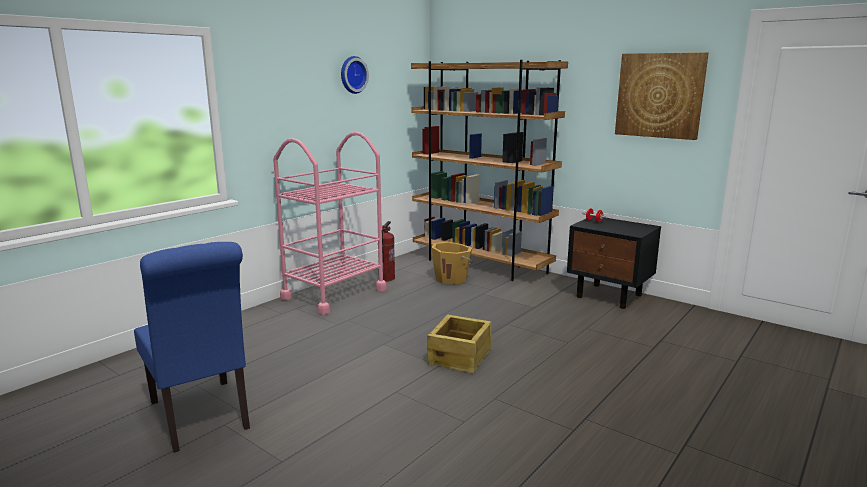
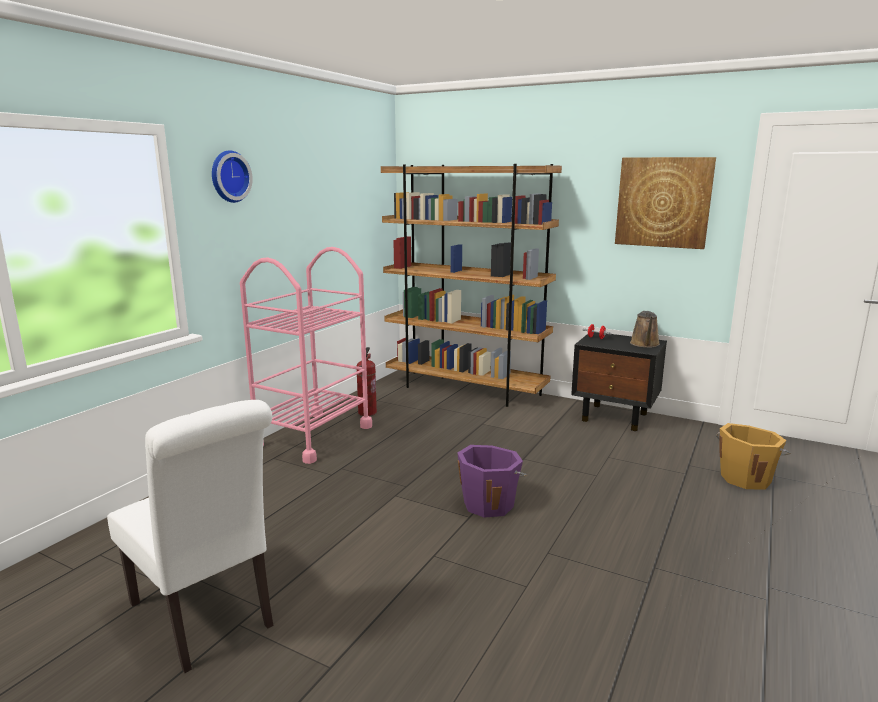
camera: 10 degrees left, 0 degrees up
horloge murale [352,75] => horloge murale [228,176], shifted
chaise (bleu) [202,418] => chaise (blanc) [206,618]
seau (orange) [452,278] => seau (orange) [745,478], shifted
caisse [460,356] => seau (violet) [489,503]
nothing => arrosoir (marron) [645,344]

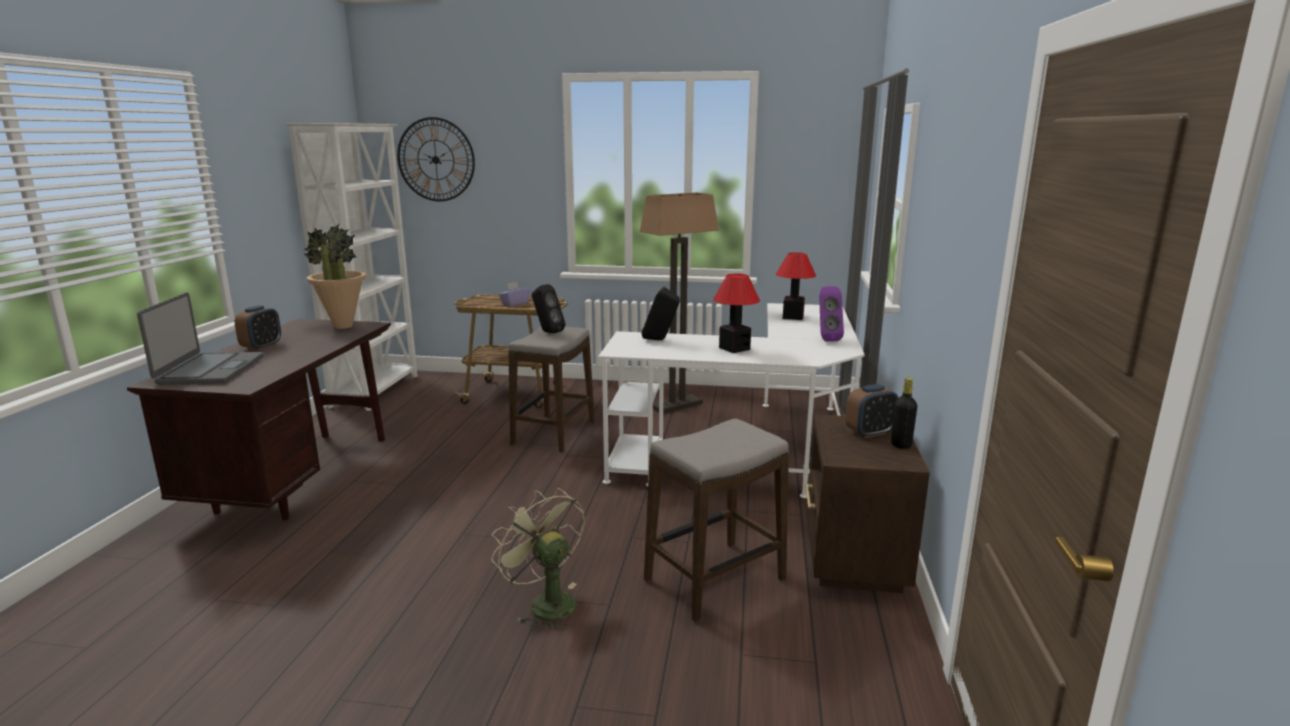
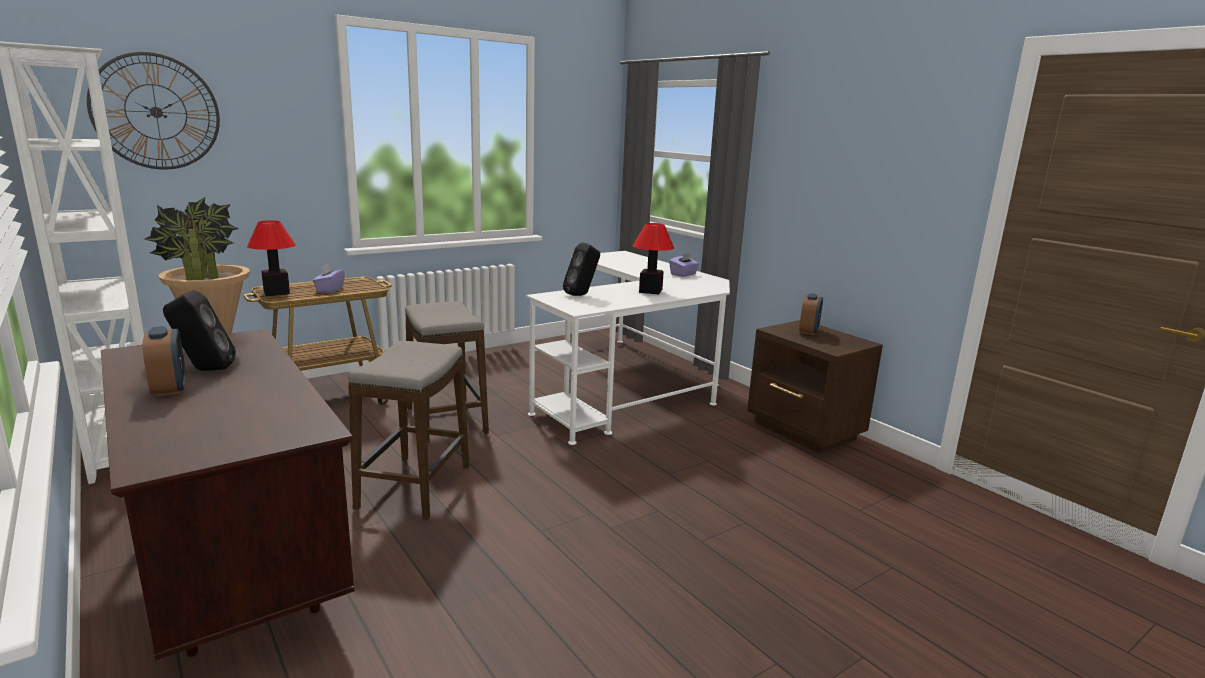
camera: 45 degrees left, 0 degrees up
lampadaire [676,406] => nothing
lampe de table [793,317] => lampe de table [277,292], shifted
enceinte (noir) [547,332] => enceinte (noir) [204,370], shifted
enceinte (violet) [826,339] => boîte à mouchoirs (violet) [683,274]
ordinateur portable [210,370] => nothing
bouteille (noir) [901,445] => nothing
tabouret [715,580] => tabouret [415,487], shifted
ventilateur (vert) [545,603] => nothing

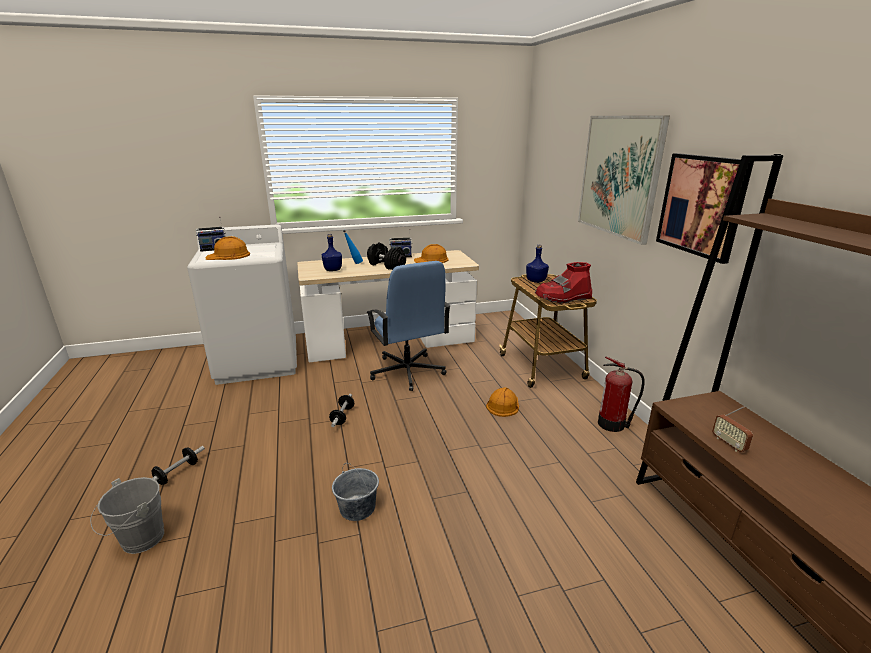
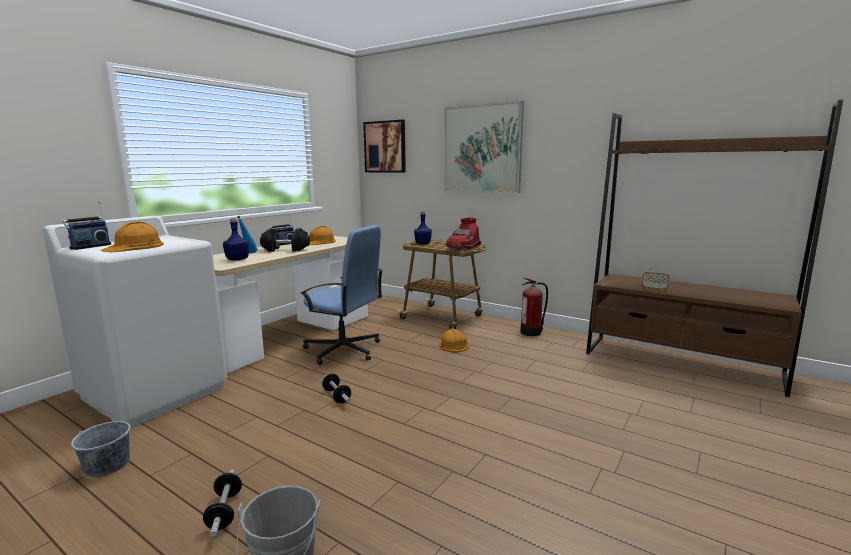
camera: 40 degrees left, 10 degrees down
tableau [701,205] => tableau [385,147], shifted
seau (gris) [357,508] => seau (gris) [107,465], shifted

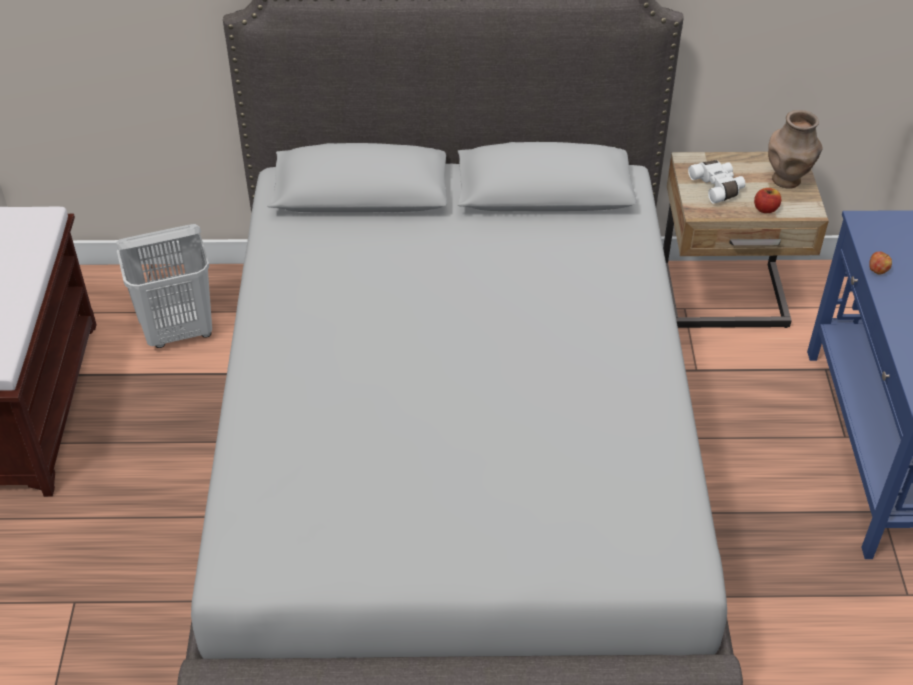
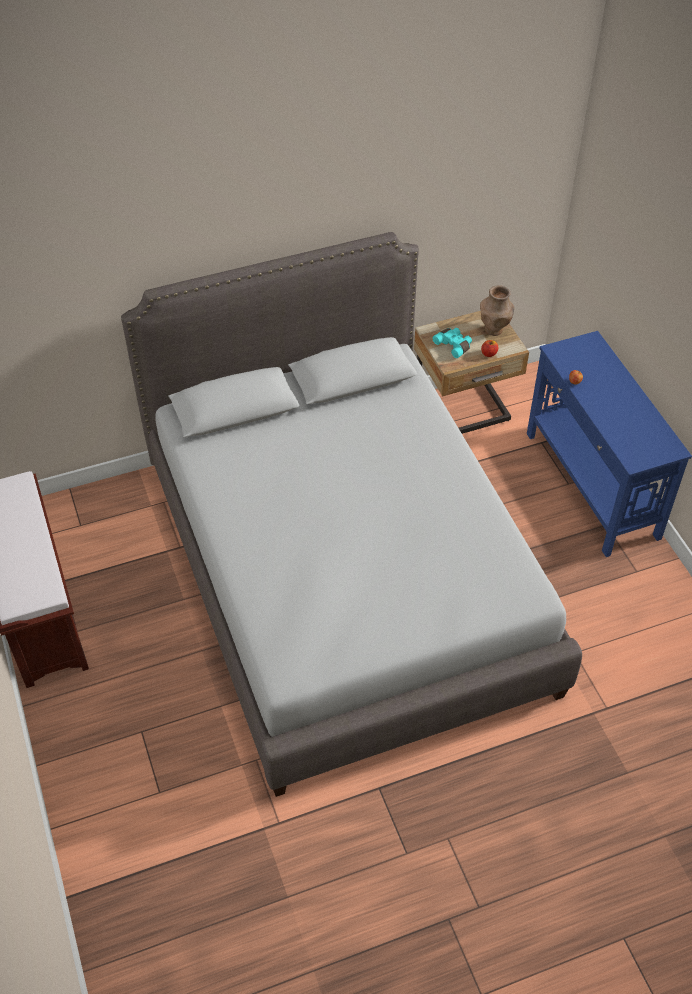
camera: 20 degrees left, 5 degrees up
jumelles (blanc) [718,187] => jumelles (turquoise) [454,345]
panier à linge (blanc) [179,331] => nothing

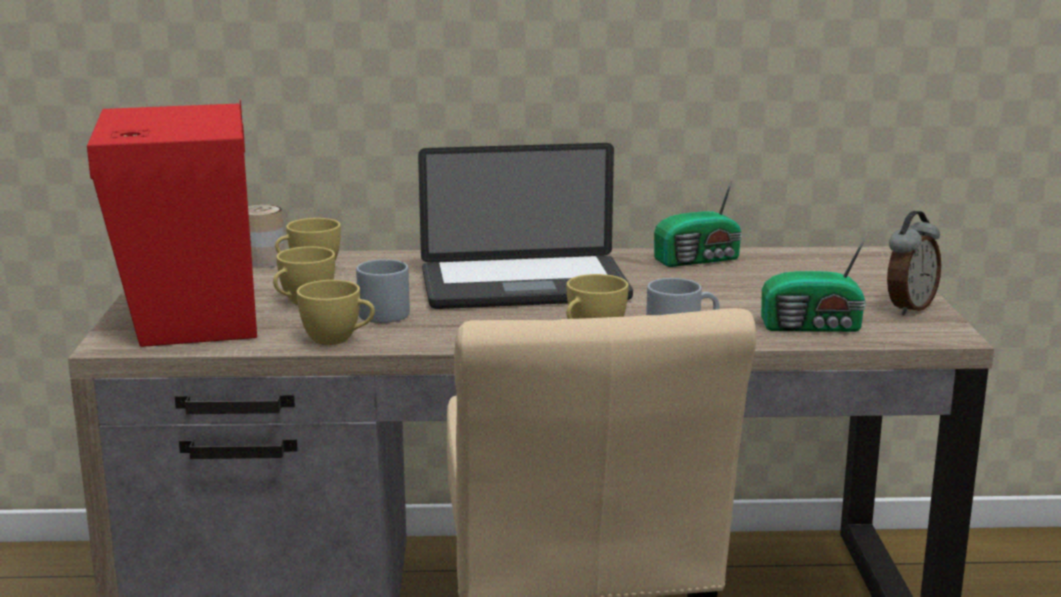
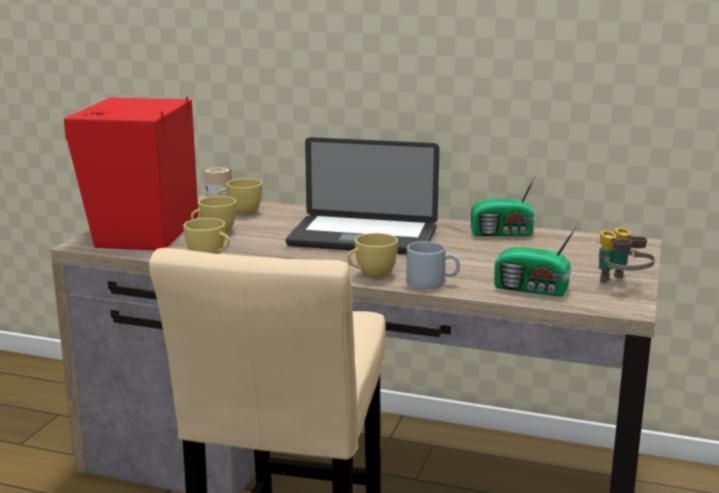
camera: 20 degrees right, 0 degrees up
réveil [908,308] => jumelles [621,285]
mug (gris) [384,311] => nothing

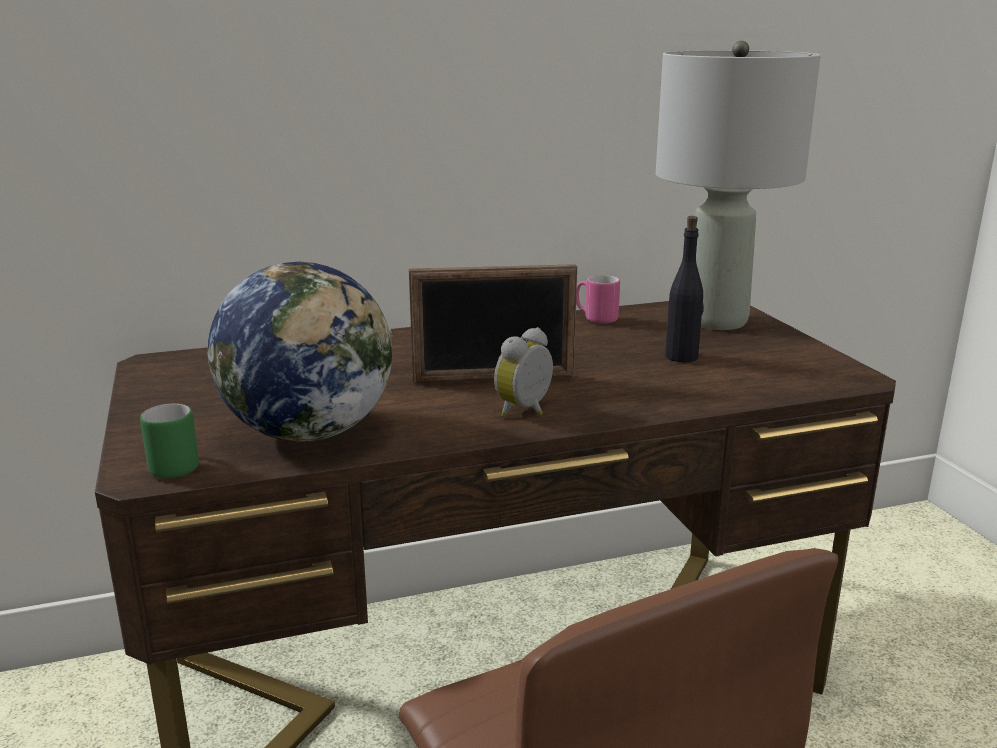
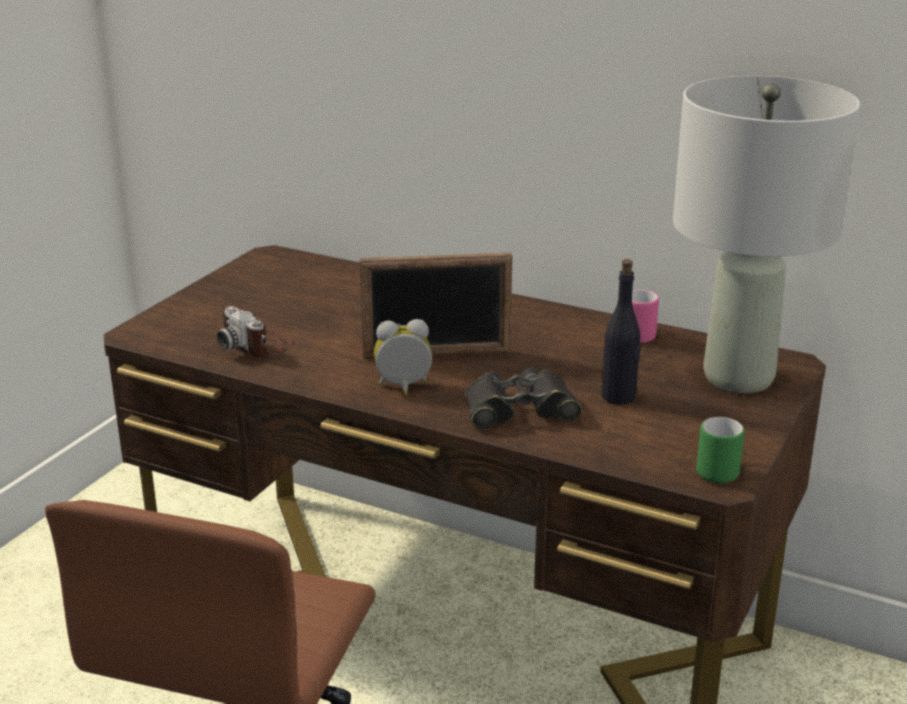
camera: 45 degrees right, 5 degrees up
globe [310,432] => appareil photo [256,344]
cadre photo [493,379] => cadre photo [436,355], 45 degrees counterclockwise
mug (vert) [174,465] => mug (vert) [720,470], shifted
nothing => jumelles (noir) [519,410]

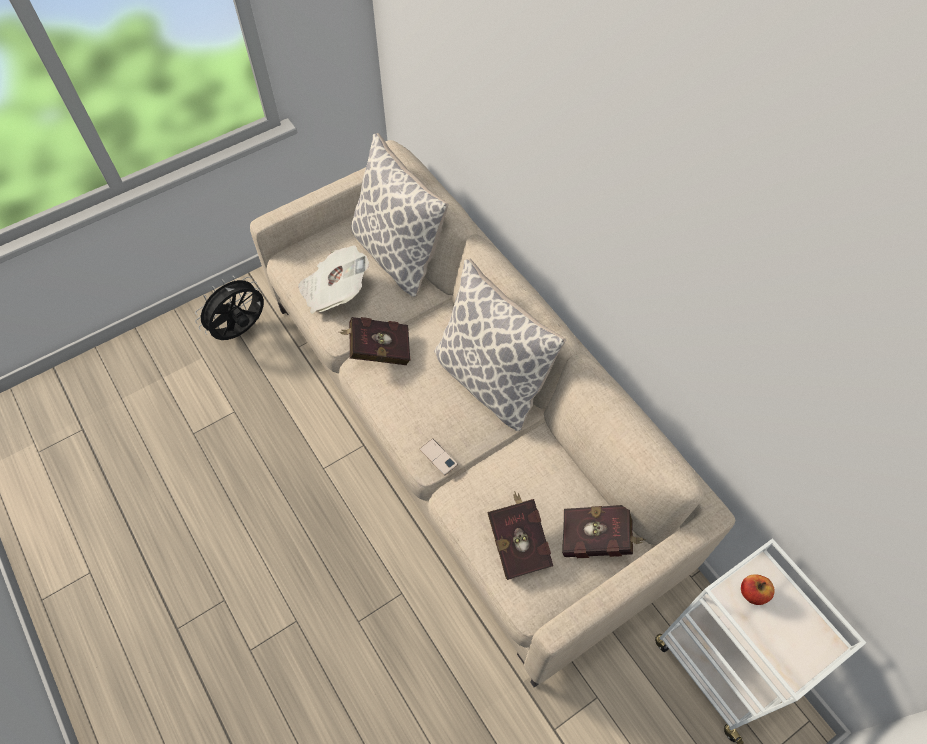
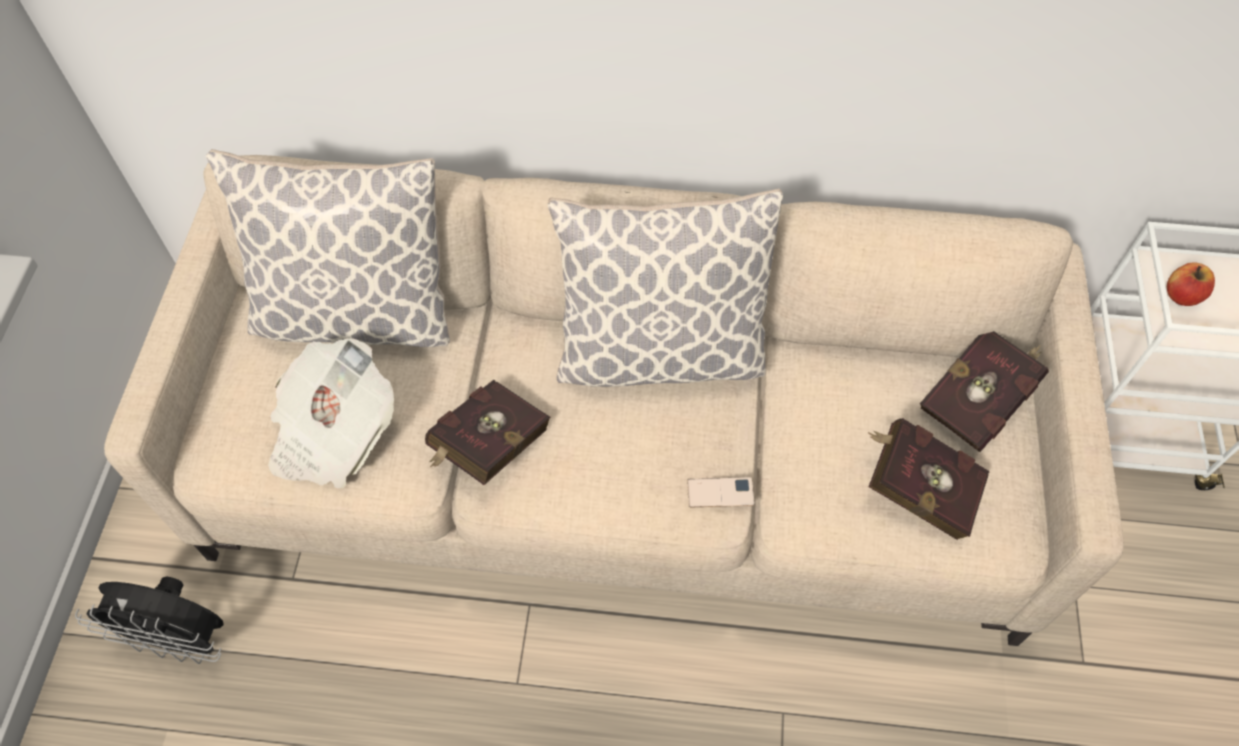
camera: 50 degrees left, 0 degrees up
ventilateur (noir) [241,331] => ventilateur (noir) [182,639], 75 degrees counterclockwise

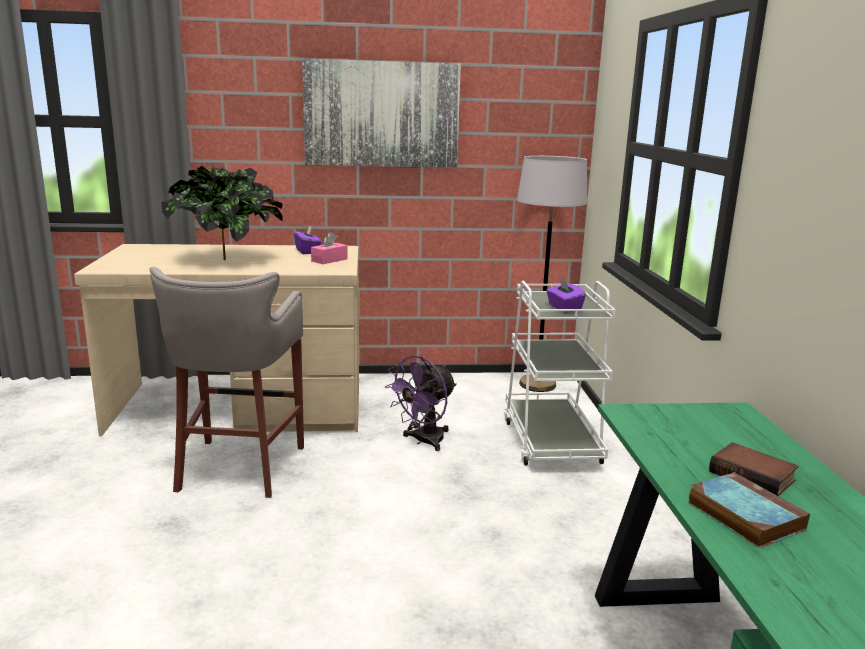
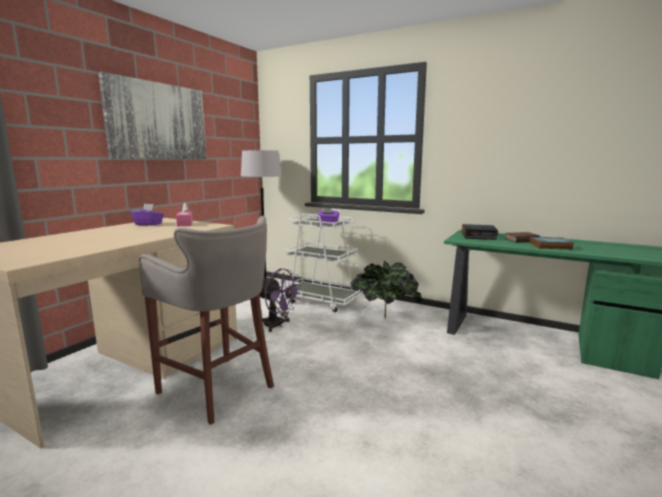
camera: 55 degrees left, 5 degrees down
plante en pot [228,259] => plante en pot [384,317], shifted
ventilateur (violet) [423,441] => ventilateur (violet) [277,325], 45 degrees counterclockwise
nothing => réveil [478,236]

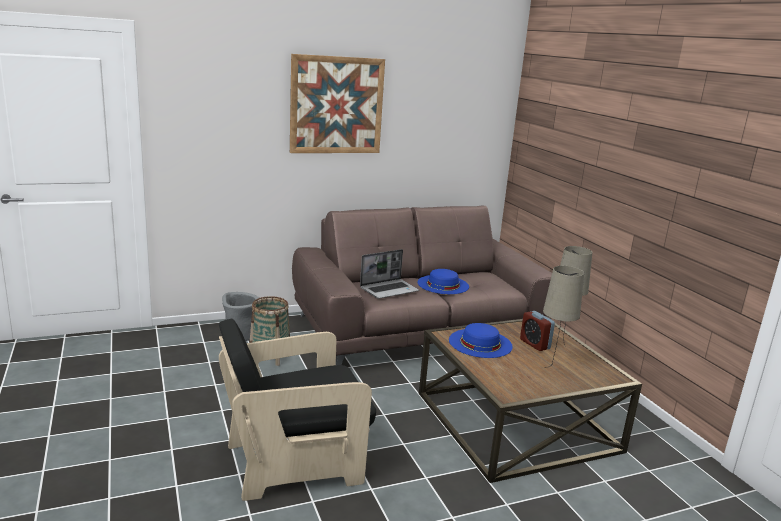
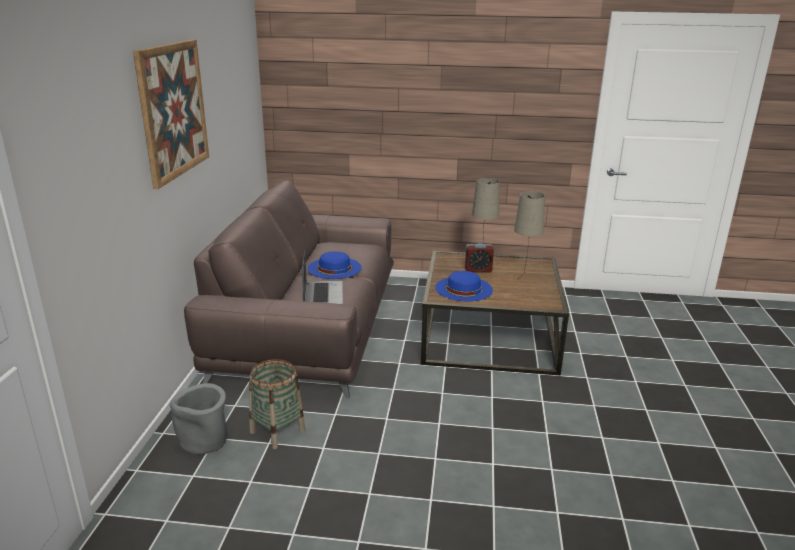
camera: 60 degrees left, 5 degrees up
fauteuil (noir) [295,461] => nothing

